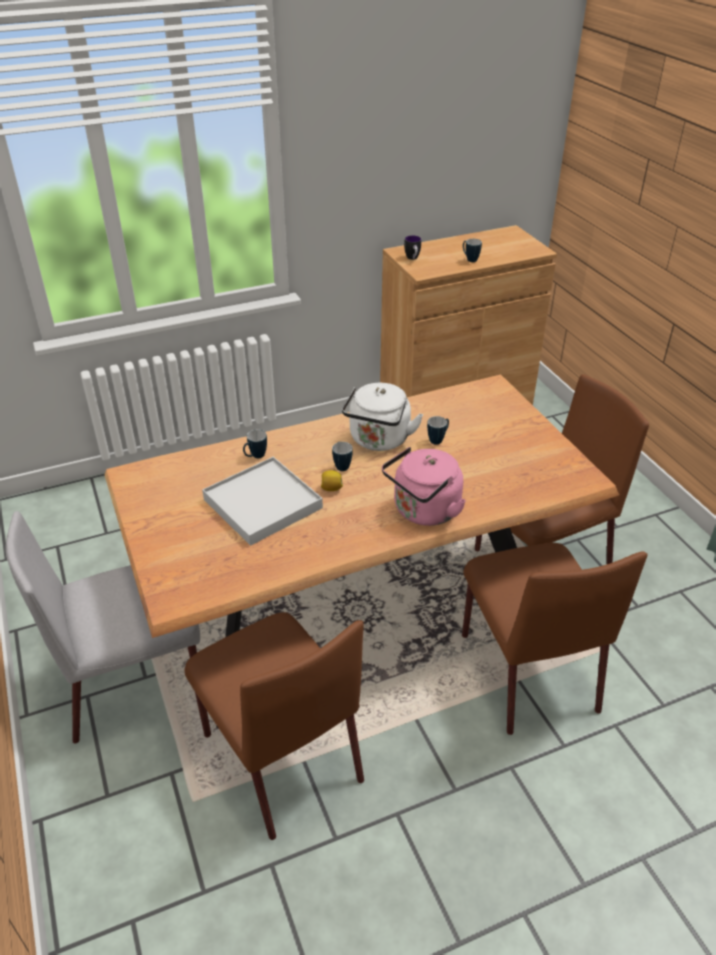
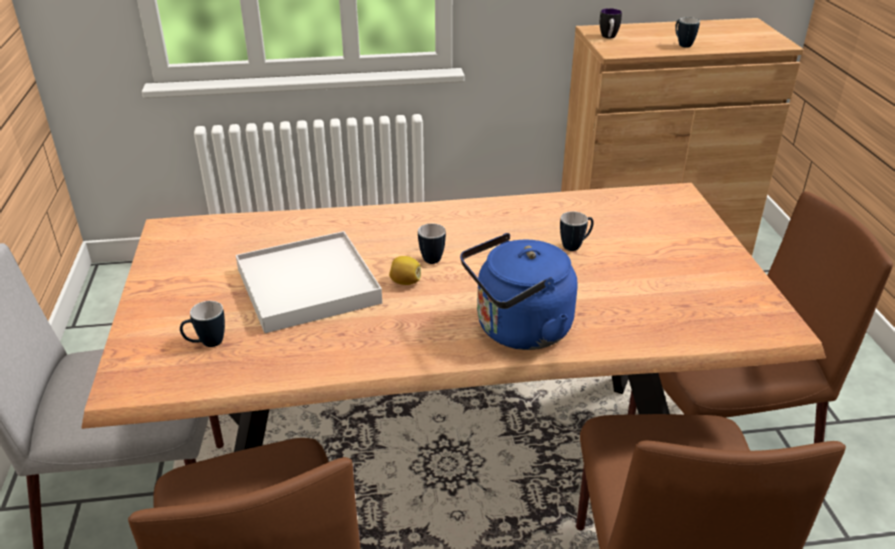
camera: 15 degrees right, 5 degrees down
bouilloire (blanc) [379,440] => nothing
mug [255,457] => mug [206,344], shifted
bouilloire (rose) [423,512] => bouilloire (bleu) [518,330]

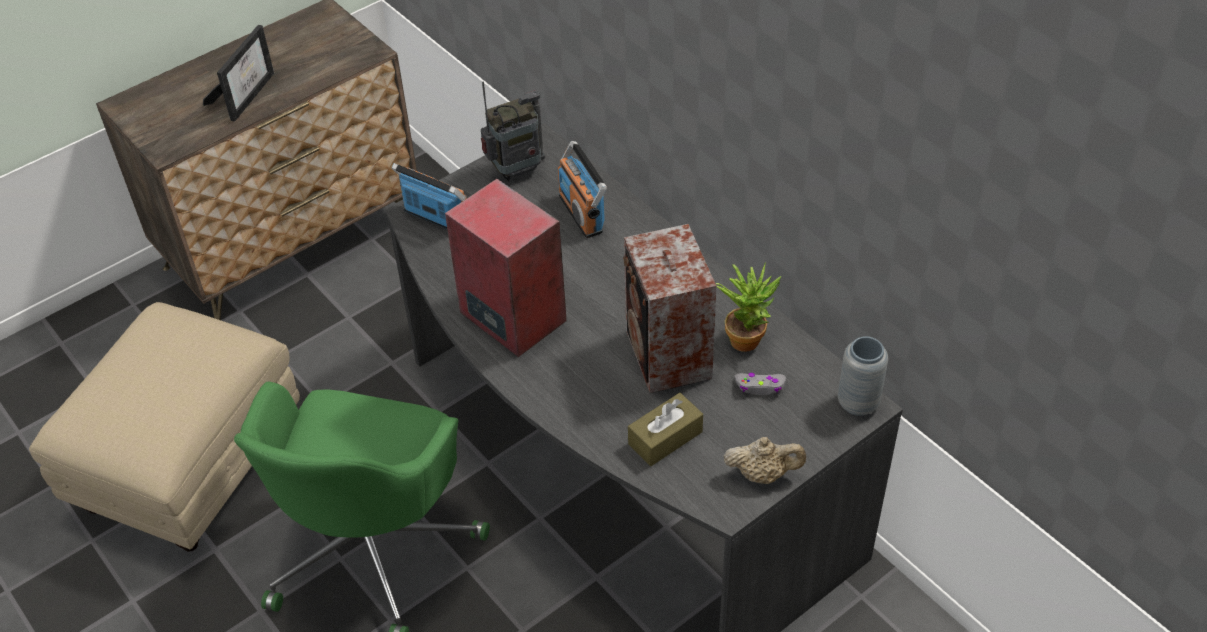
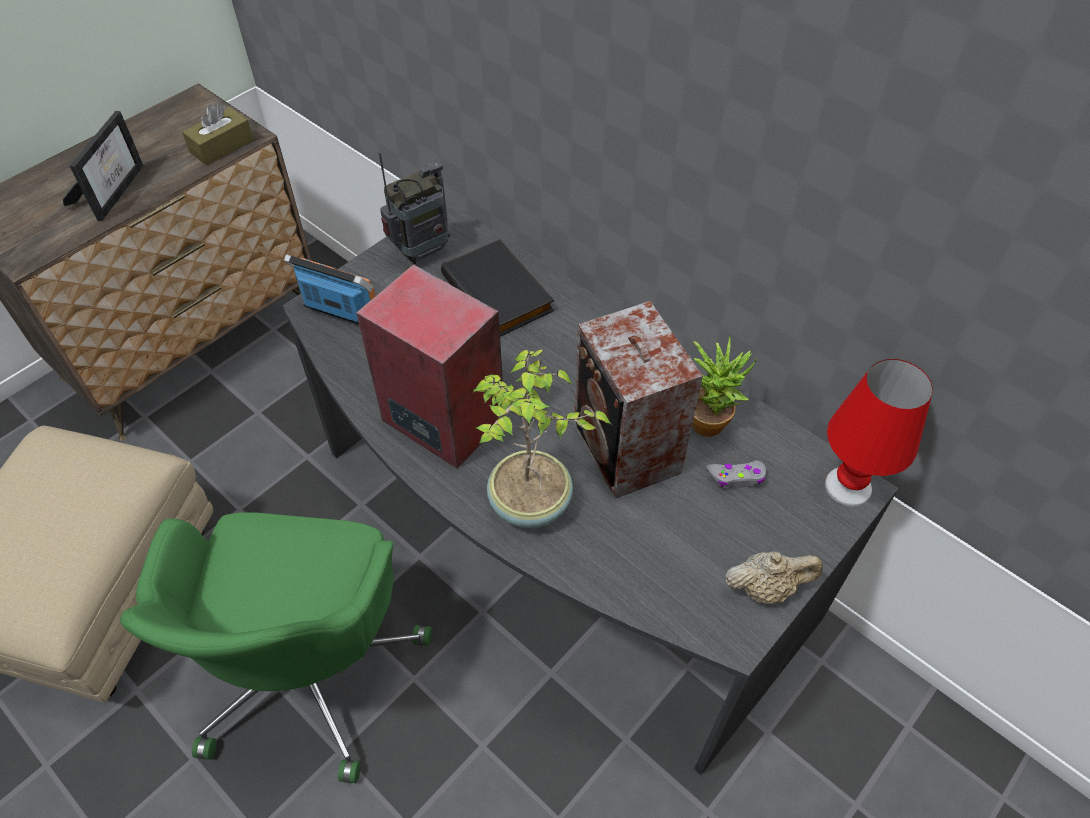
camera: 10 degrees left, 5 degrees up
radio [581,213] => livre (noir) [500,293]
vase (gris) [858,403] => lampe de table (rouge) [848,486]
boîte à mouchoirs (marron) [665,438] => boîte à mouchoirs (marron) [222,146], shifted
nothing => plante en pot [530,505]

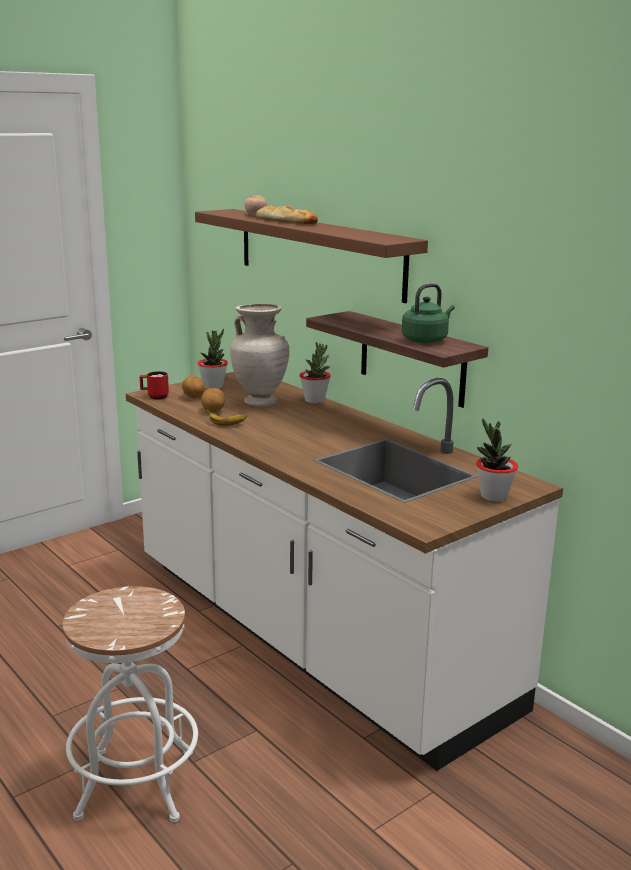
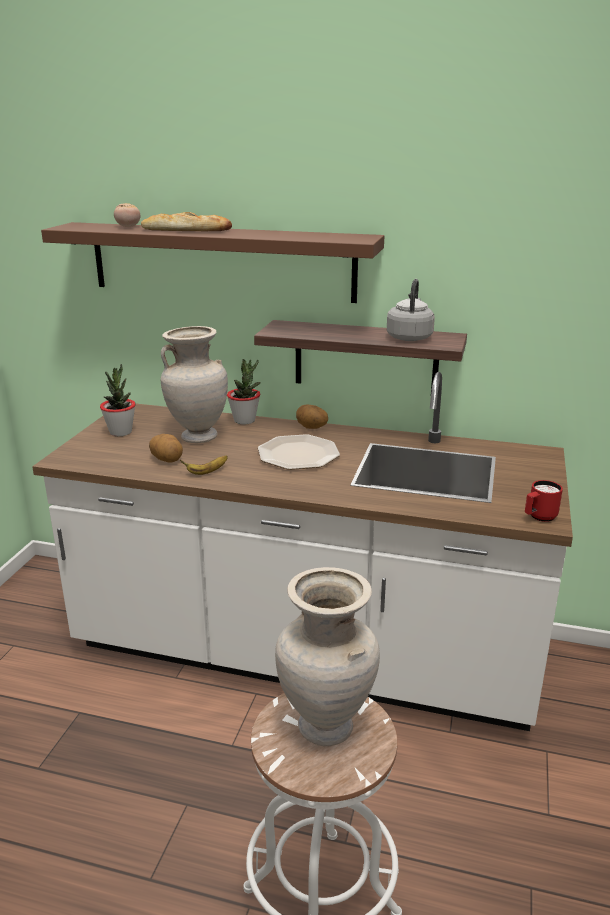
camera: 35 degrees left, 5 degrees up
bouilloire (vert) [426,340] => bouilloire (gris) [409,337]
mug (rouge) [154,397] => mug (rouge) [539,517], shifted
pomme de terre [193,397] => pomme de terre [311,428], shifted
plante en pot [493,496] => nothing
nothing => assiette [298,454]
nothing => vase (beige) [327,726]

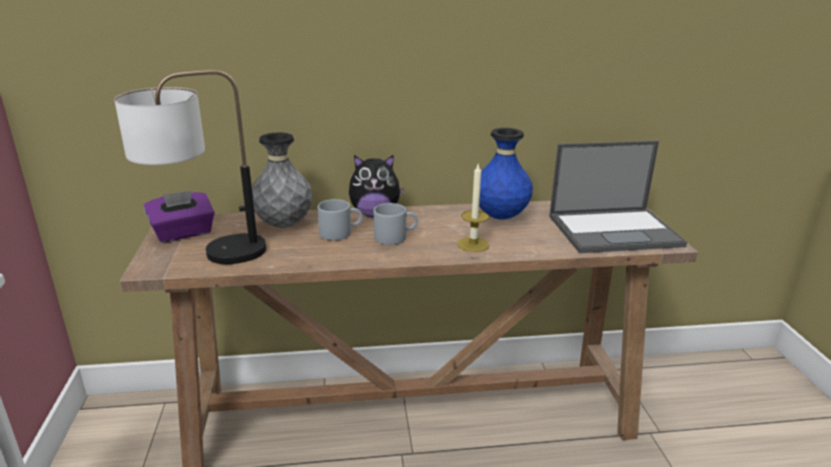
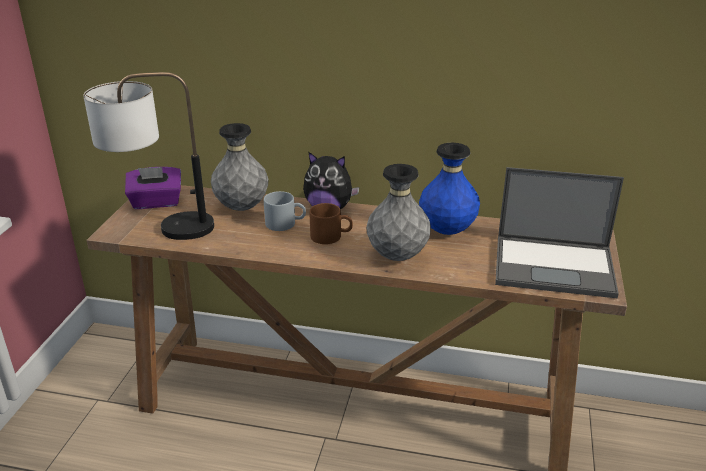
camera: 20 degrees right, 5 degrees up
bougie [473,244] => vase (gris) [397,256]
mug (gris) [395,237] => mug (marron) [331,236]

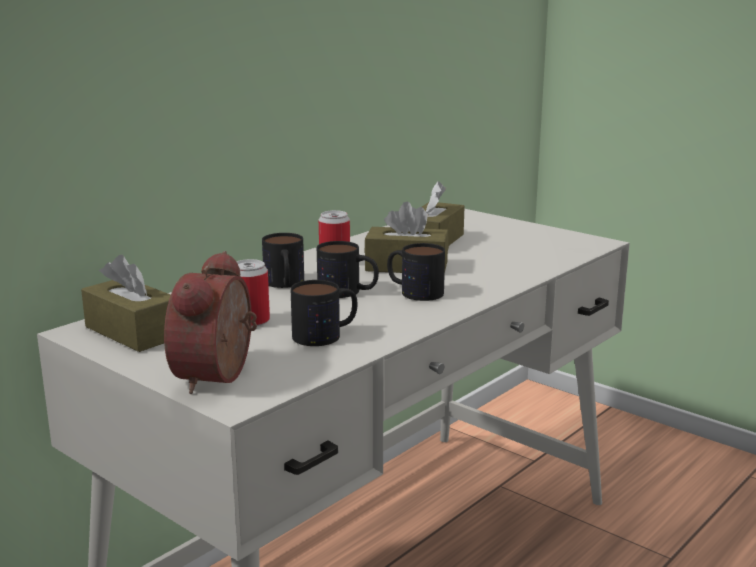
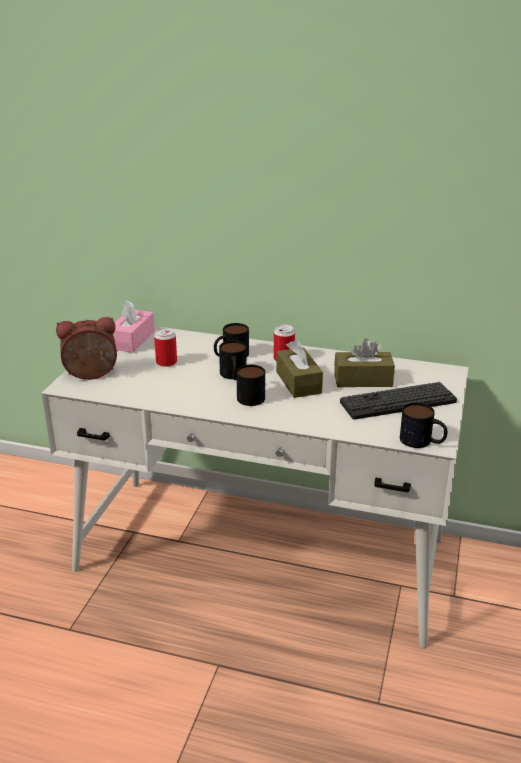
camera: 65 degrees right, 10 degrees up
boîte à mouchoirs (marron) [133,332] => boîte à mouchoirs (rose) [132,340]
mug [326,334] => mug [422,442], shifted
nothing => clavier [398,402]

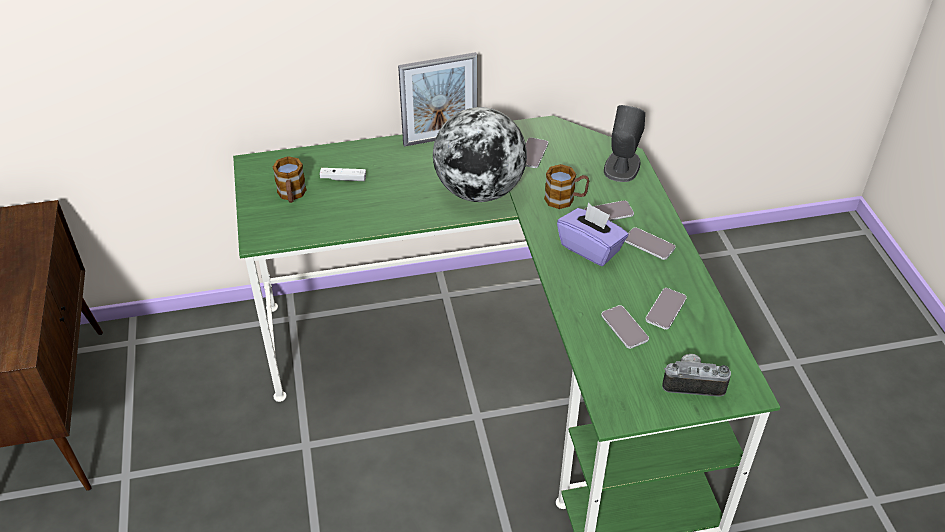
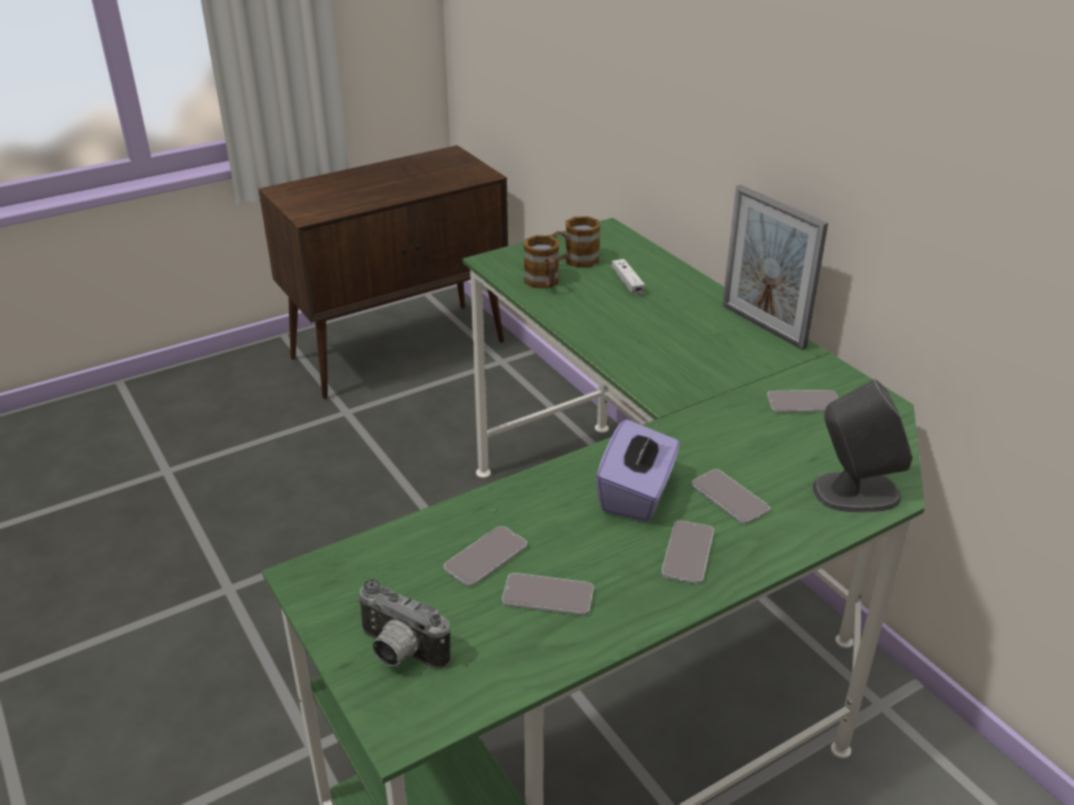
camera: 70 degrees right, 10 degrees down
globe [479,191] => nothing
mug [565,199] => mug [544,283], shifted
appareil photo [693,383] => appareil photo [398,652], 135 degrees clockwise

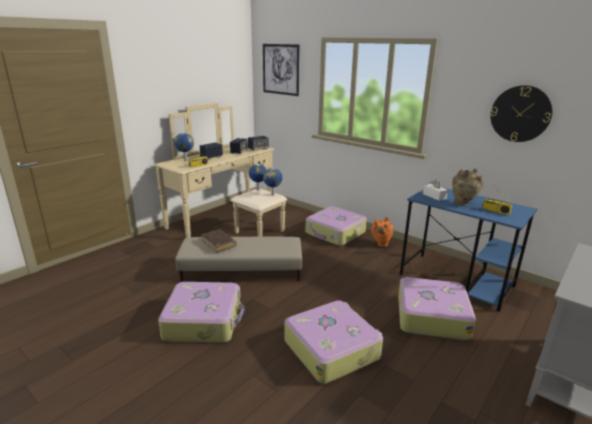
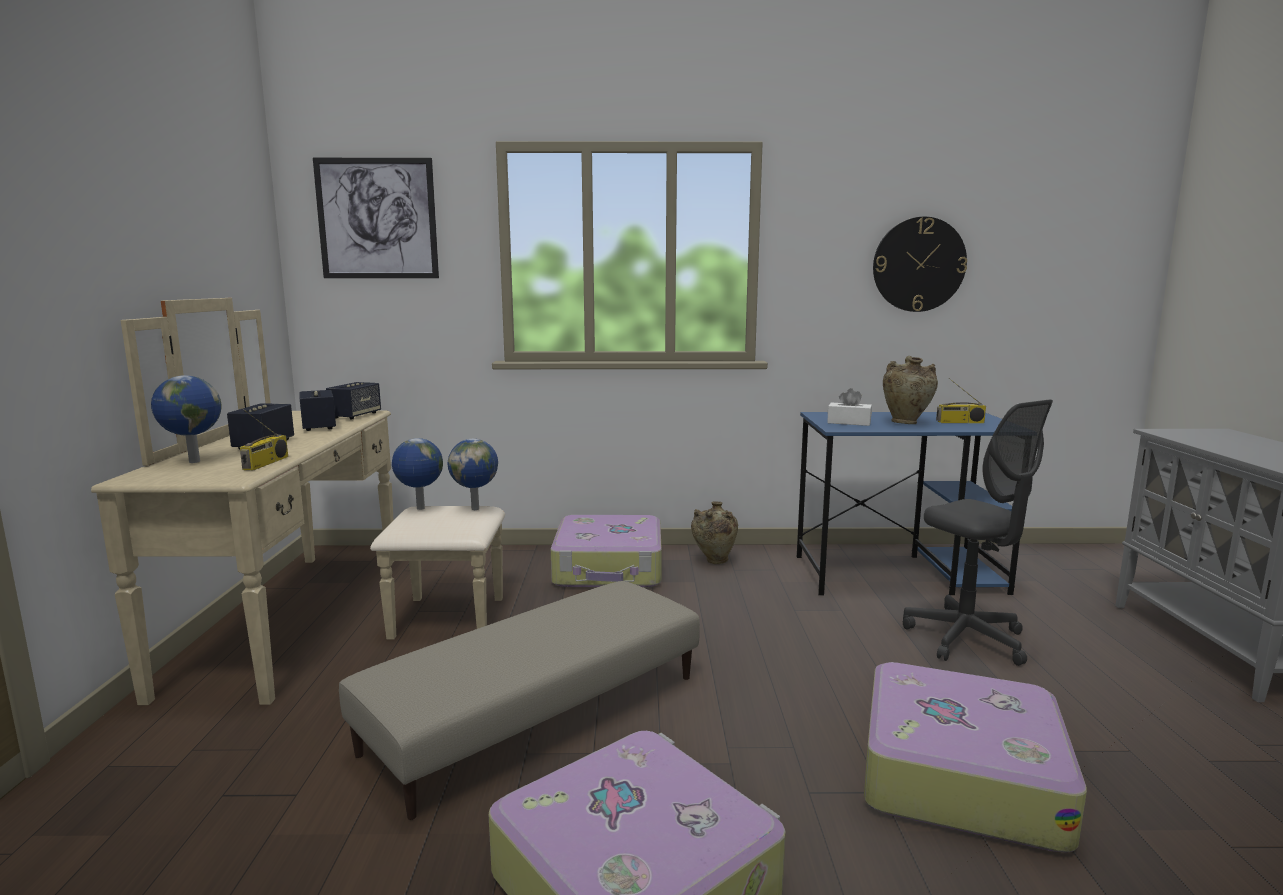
camera: 40 degrees left, 10 degrees down
vase (orange) [380,244] => vase (beige) [714,561]
livre (marron) [218,244] => nothing
valise [431,316] => chaise de bureau (gris) [966,639]

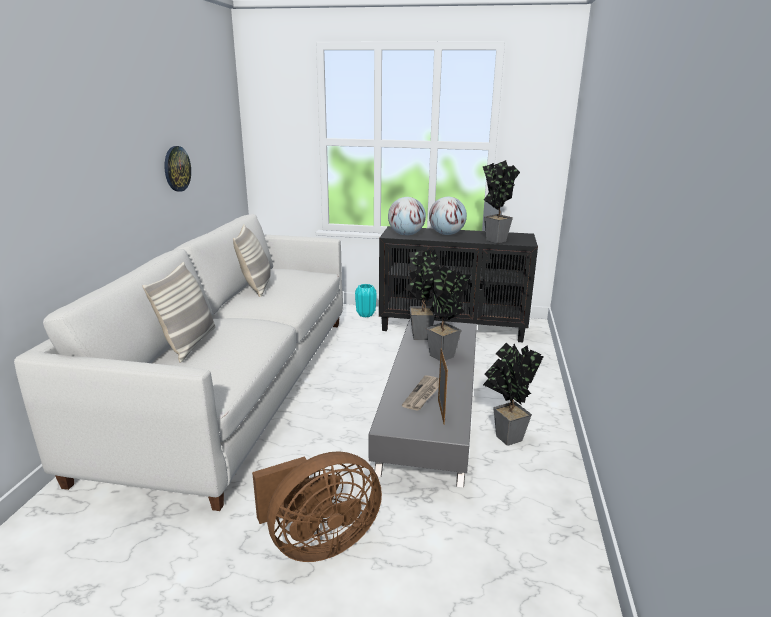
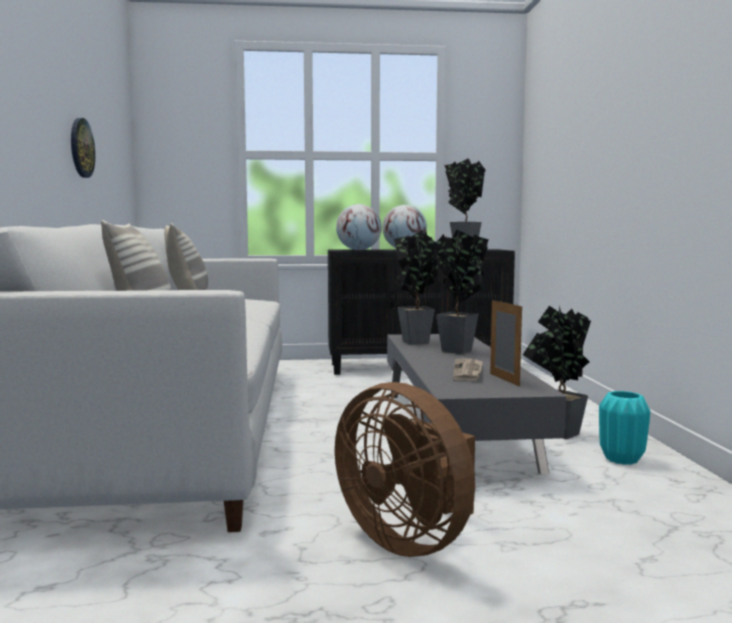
camera: 15 degrees left, 15 degrees down
vase (turquoise) [366,315] => vase (turquoise) [622,459], shifted
ventilateur (marron) [318,542] => ventilateur (marron) [409,539], 90 degrees clockwise

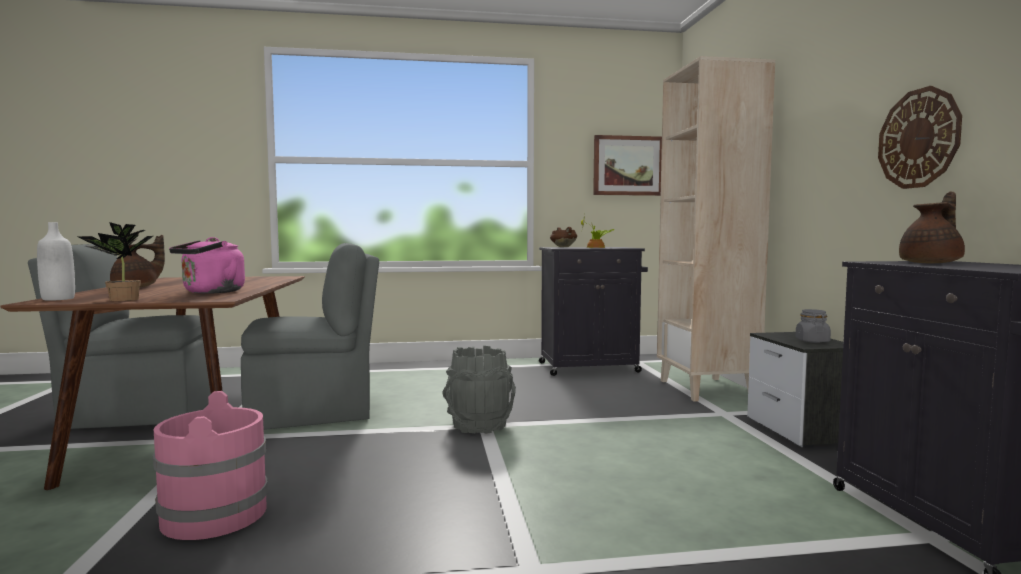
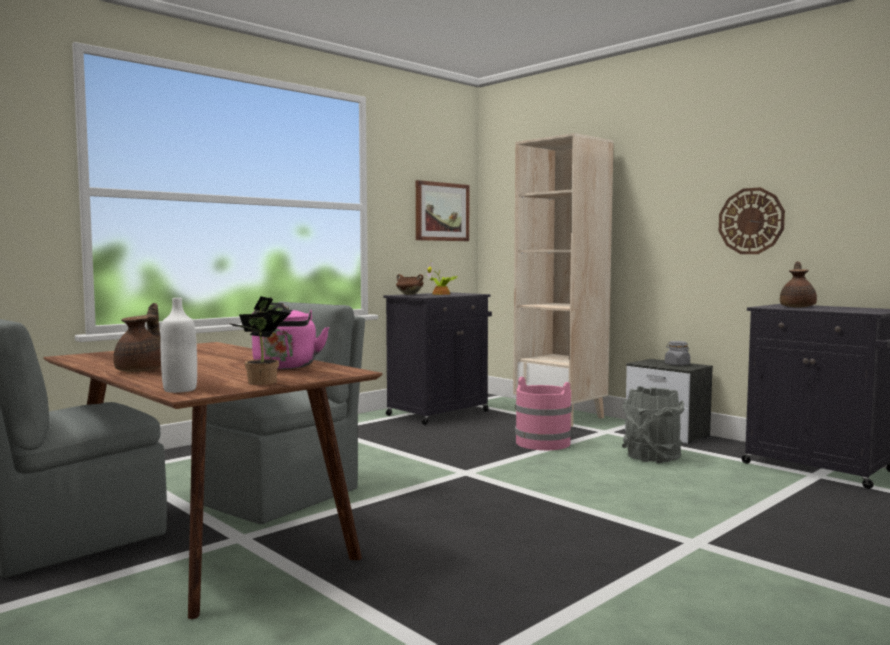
camera: 35 degrees left, 0 degrees up
seau (gris) [480,425] => seau (gris) [652,457], shifted
seau (rose) [214,514] => seau (rose) [542,443], shifted

